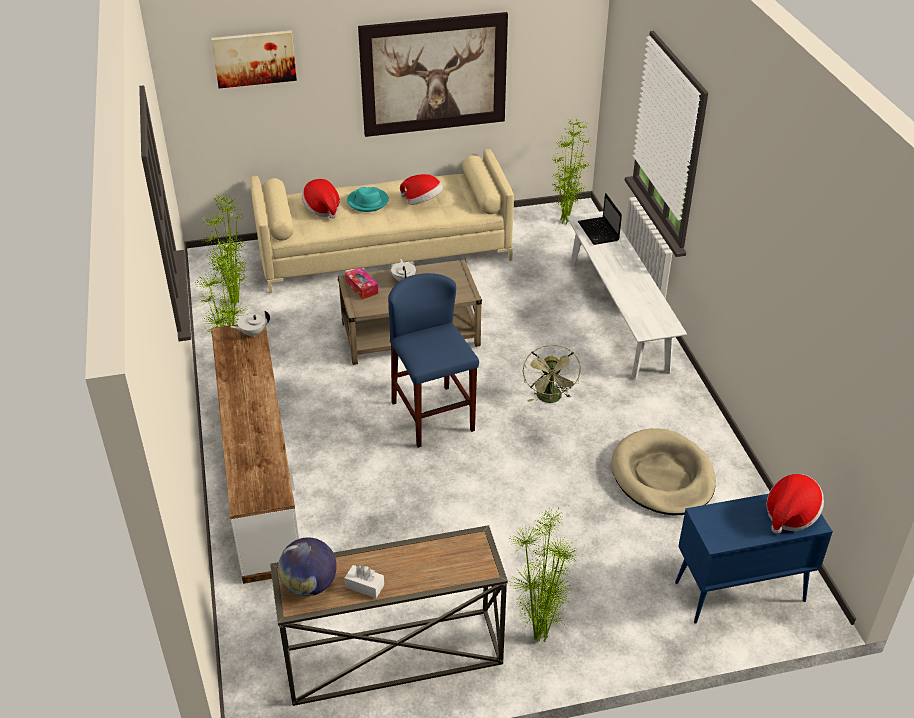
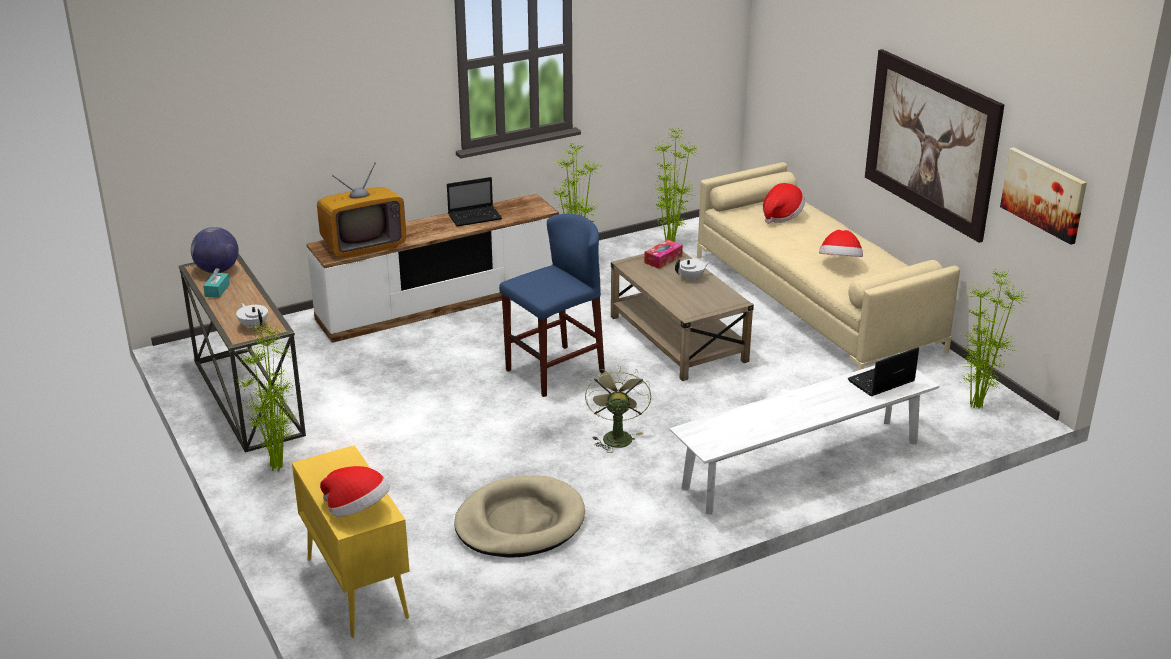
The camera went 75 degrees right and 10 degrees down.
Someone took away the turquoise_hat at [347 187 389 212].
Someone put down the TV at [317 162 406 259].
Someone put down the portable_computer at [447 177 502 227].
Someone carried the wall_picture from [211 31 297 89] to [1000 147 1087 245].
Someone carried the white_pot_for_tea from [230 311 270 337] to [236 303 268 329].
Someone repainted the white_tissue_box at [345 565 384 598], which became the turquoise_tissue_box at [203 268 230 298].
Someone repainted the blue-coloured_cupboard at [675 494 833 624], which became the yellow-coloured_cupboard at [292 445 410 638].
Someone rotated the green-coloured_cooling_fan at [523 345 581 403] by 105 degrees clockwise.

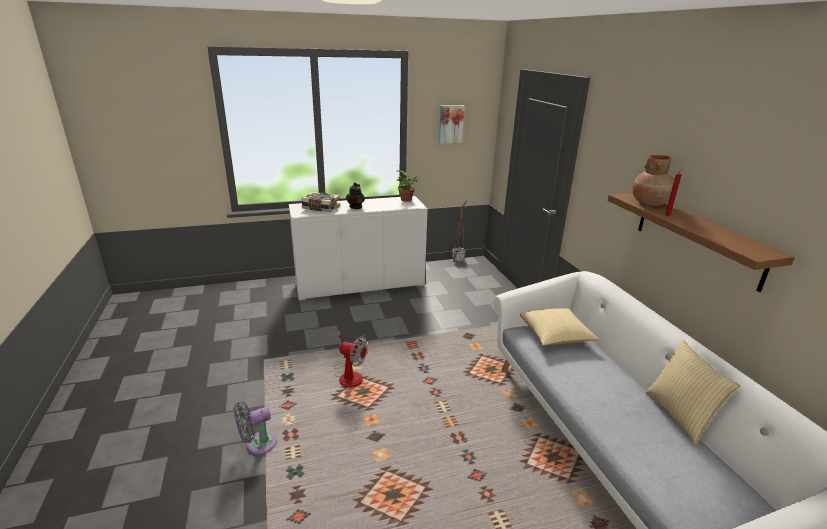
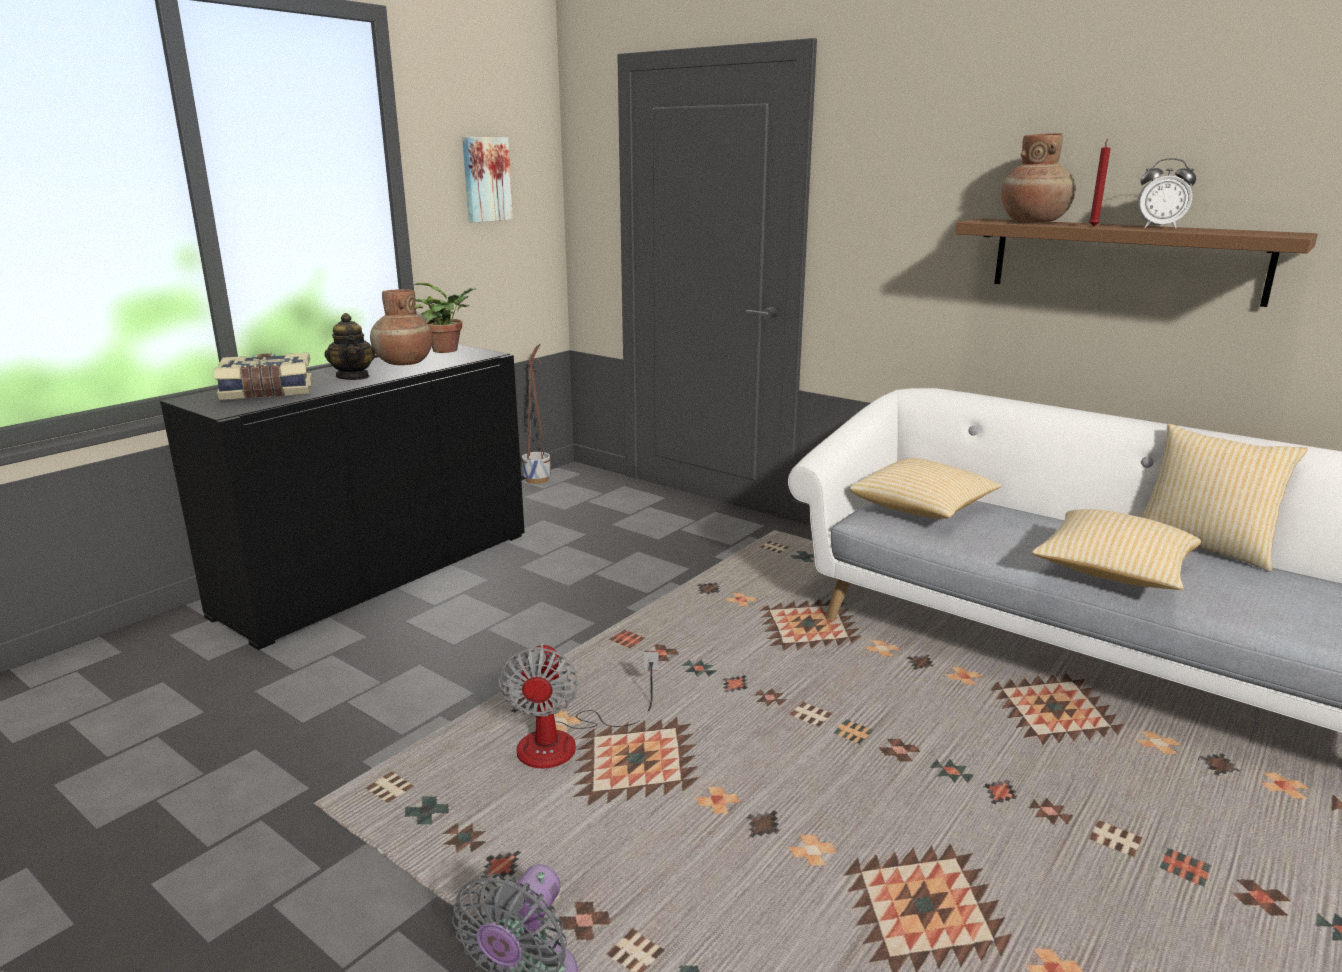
The camera went 35 degrees left and 5 degrees down.
Someone put down the brown_vase at [370 289 433 365].
Someone put down the throw_pillow at [1032 509 1201 590].
Someone put down the table_clock at [1137 158 1196 229].
Someone repainted the white_cupboard at [289 196 428 300], which became the blackish_cupboard at [160 344 525 650].
Someone rotated the cooling_fan at [334 330 368 388] by 105 degrees clockwise.

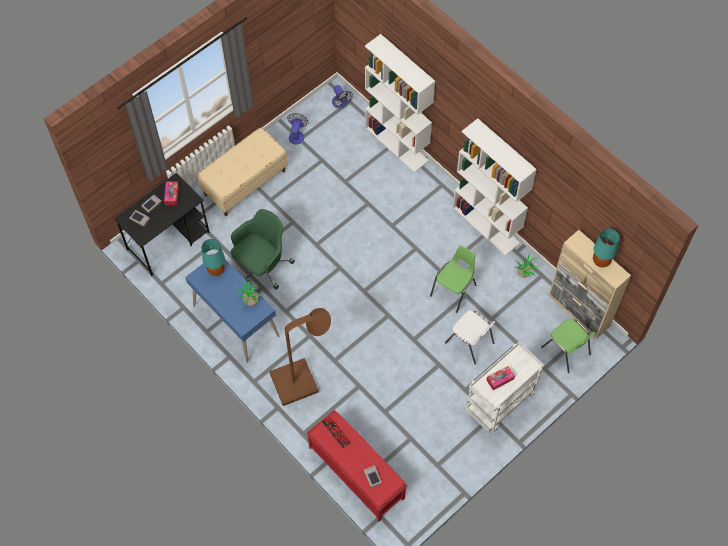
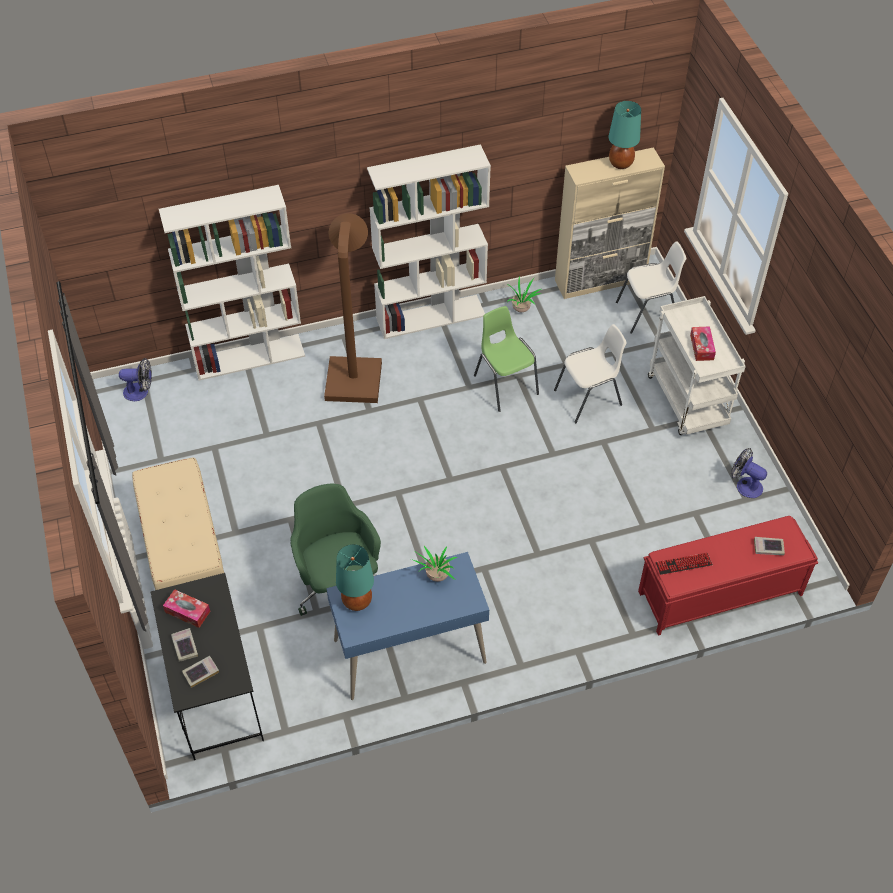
The camera went 65 degrees left and 10 degrees down.
Someone carried the brown_floor_lamp from [269 308 331 406] to [324 213 382 403].
Someone carried the cooling_fan from [287 113 308 145] to [731 448 767 498].
Someone repainted the green-coloured_upright_chair at [541 318 595 373], which became the white_upright_chair at [616 241 686 334].

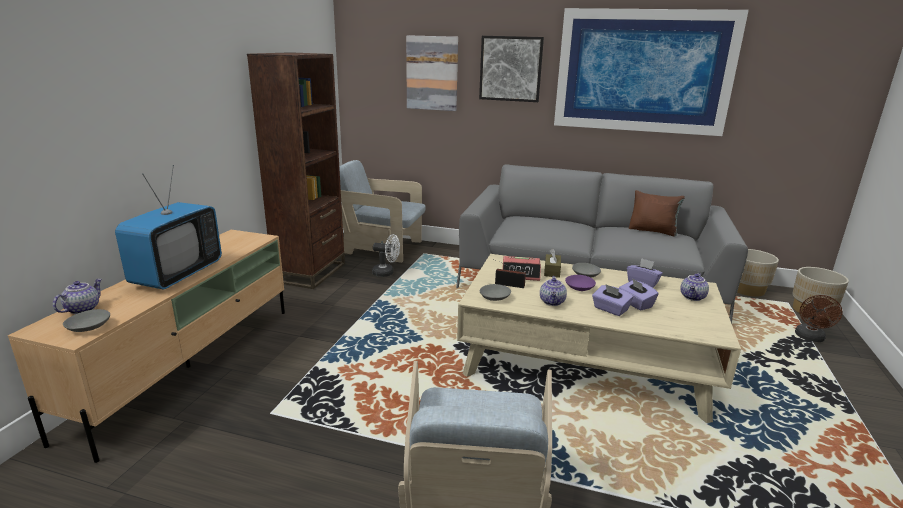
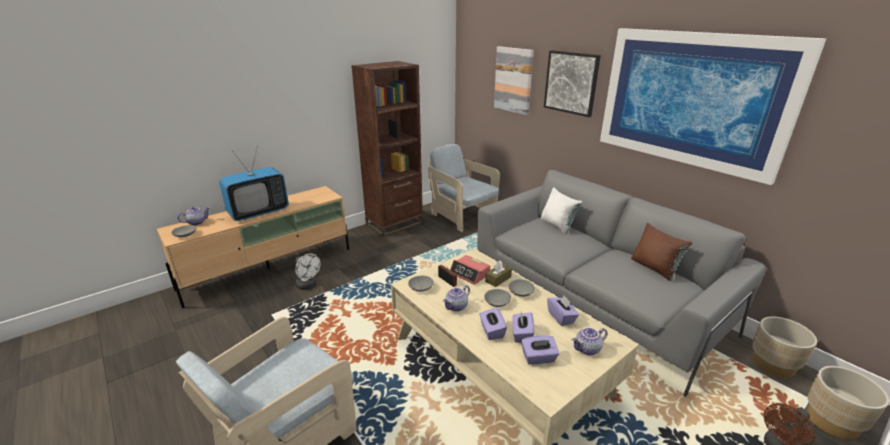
The camera went 35 degrees right and 5 degrees up.
Someone put down the purplish_tissue_box at [521 335 559 365].
Someone put down the white_throw_pillow at [541 187 582 234].
Someone carried the white_cooling_fan from [372 234 400 277] to [295 253 320 290].
Someone repainted the purplish_serving_bowl at [565 275 596 291], which became the grey_serving_bowl at [484 289 511 307].

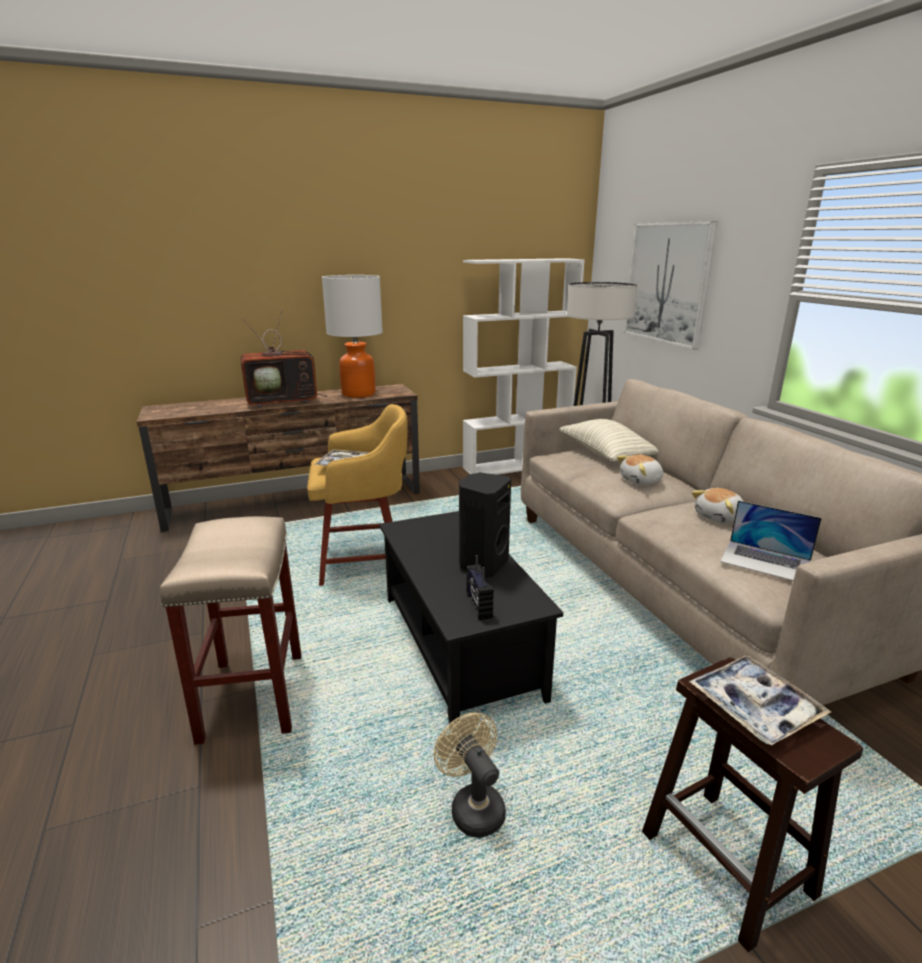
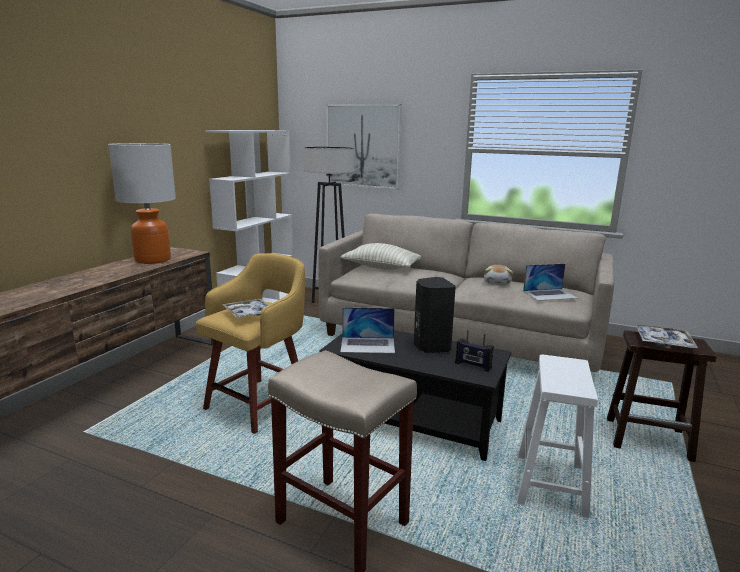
The camera went 45 degrees left and 5 degrees down.
Someone took away the TV at [240 310 327 407].
Someone took away the soft_toy at [617 455 663 486].
Someone put down the portable_computer at [340 307 395 353].
Someone swapped the beige-coloured_cooling_fan at [433 712 506 837] for the white_stool_seat at [517 354 598 518].

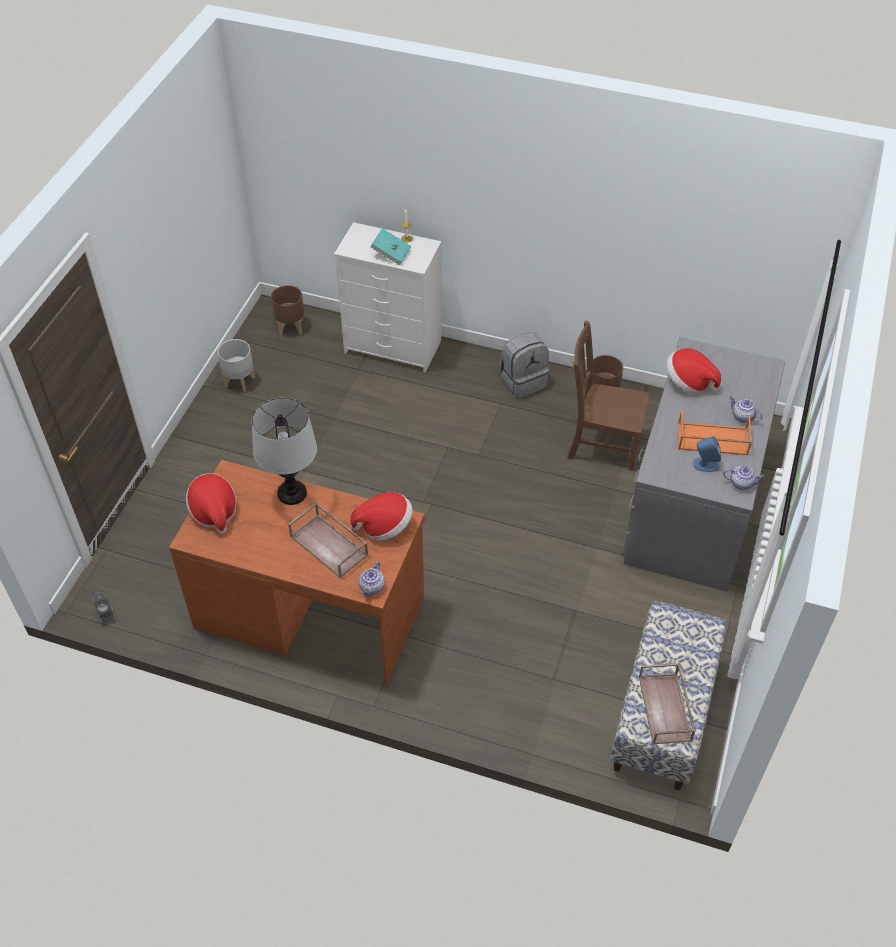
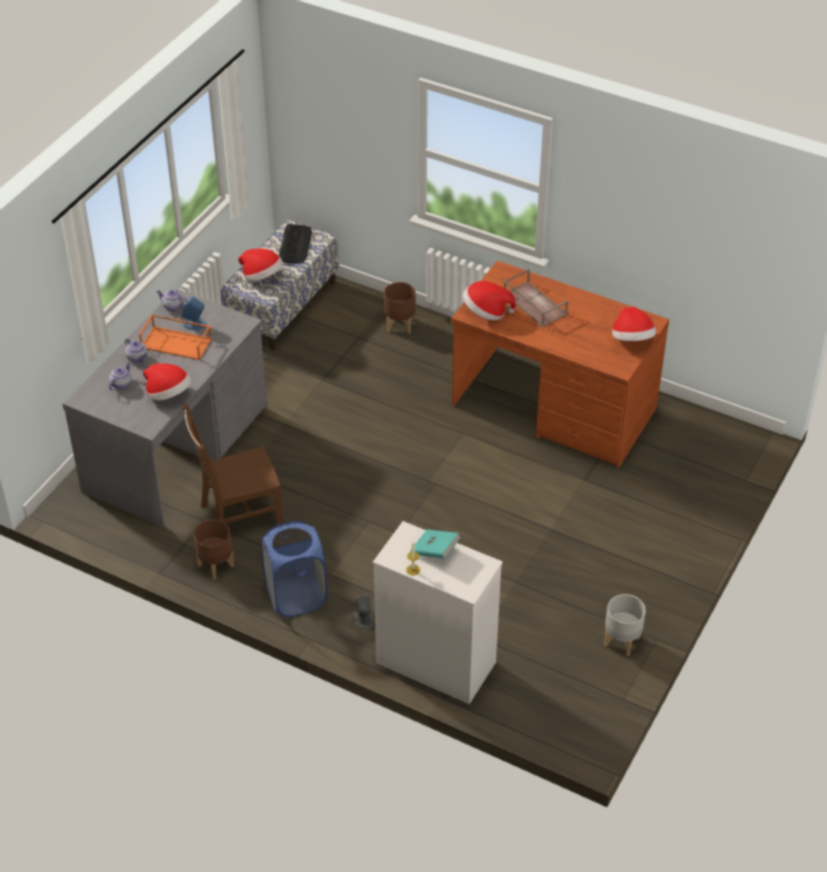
The camera went 170 degrees left and 5 degrees down.
Someone took away the tabletop_lamp at [252 398 317 505].
Someone put down the hat at [238 249 283 281].
Someone carried the grey_loudspeaker from [92 588 116 625] to [354 595 373 629].
Someone carried the brown_plant_pot from [271 285 304 336] to [384 282 416 334].
Someone carried the pot_for_tea from [359 562 385 597] to [109 362 132 390].
Someone swapped the grey_rucksack at [500 332 549 398] for the blue-coloured_washing_basket at [261 521 328 617].
Someone swapped the brown_carrying_tray at [639 663 696 745] for the computer_keyboard at [279 224 312 263].
Someone rotated the brown_upright_chair at [568 320 649 471] by 135 degrees clockwise.

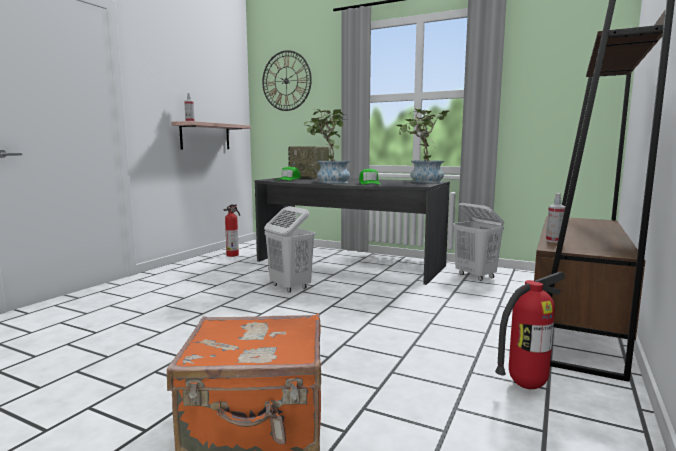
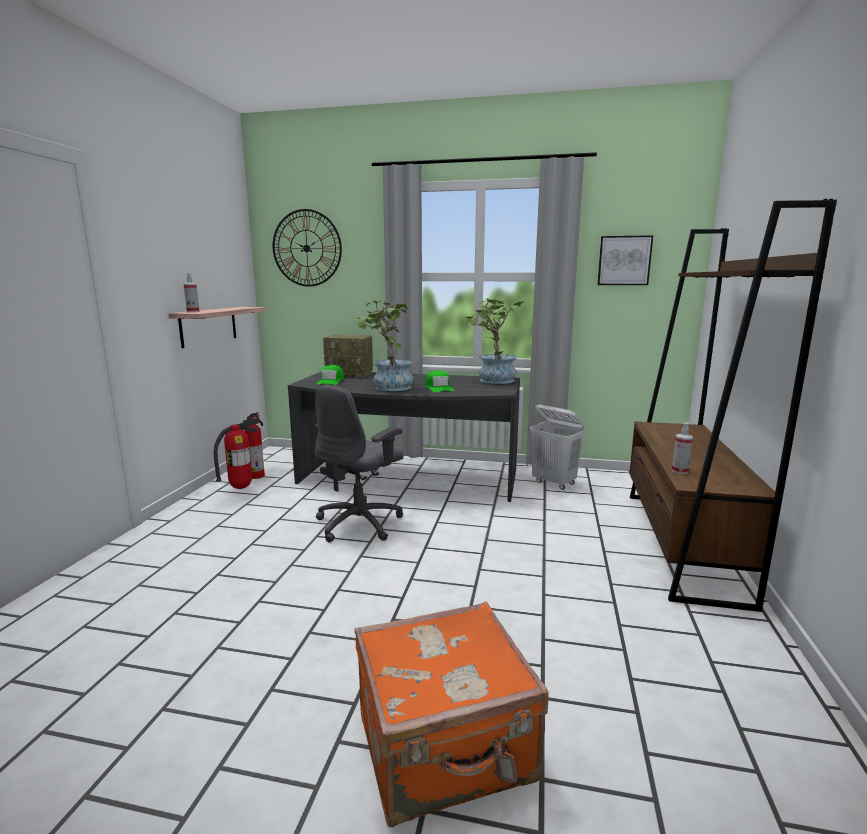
The camera went 15 degrees left and 5 degrees up.
Someone put up the wall_picture at [597 235 653 285].
Someone carried the fire-fighting_cylinder from [495 271 565 389] to [214 418 260 489].
Someone swapped the white_washing_basket at [264 206 315 292] for the grey_office_chair at [315 385 403 542].

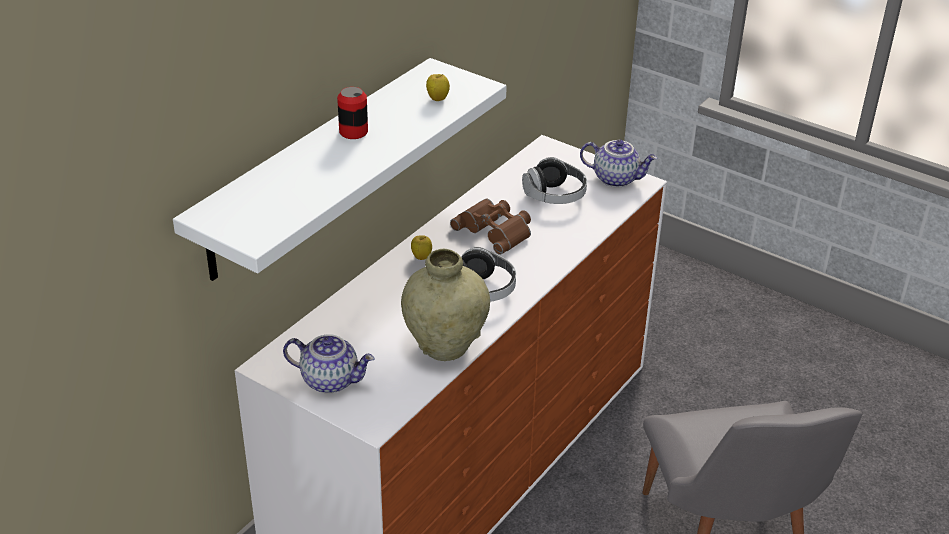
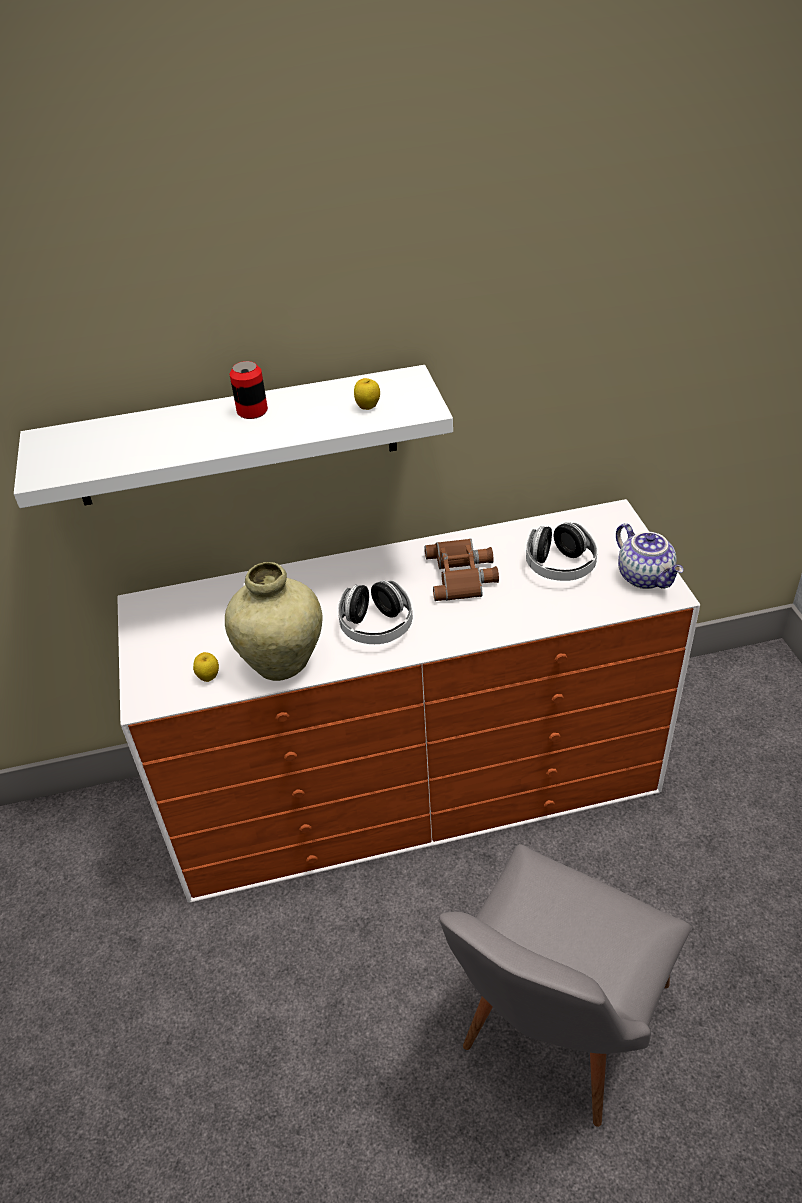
The camera went 45 degrees right and 5 degrees up.
Someone took away the pot_for_tea at [283 334 374 394].
Someone carried the apple from [411 235 432 260] to [193 652 219 682].

